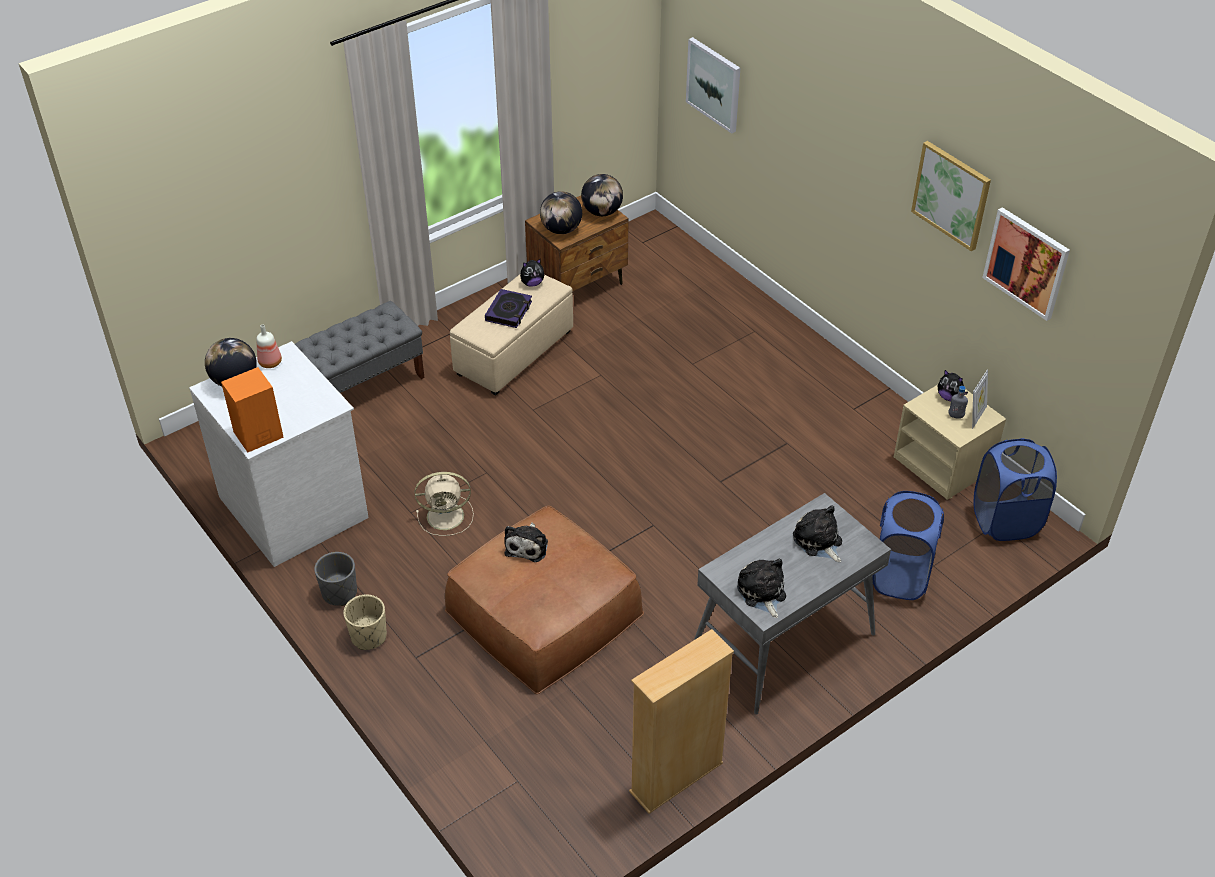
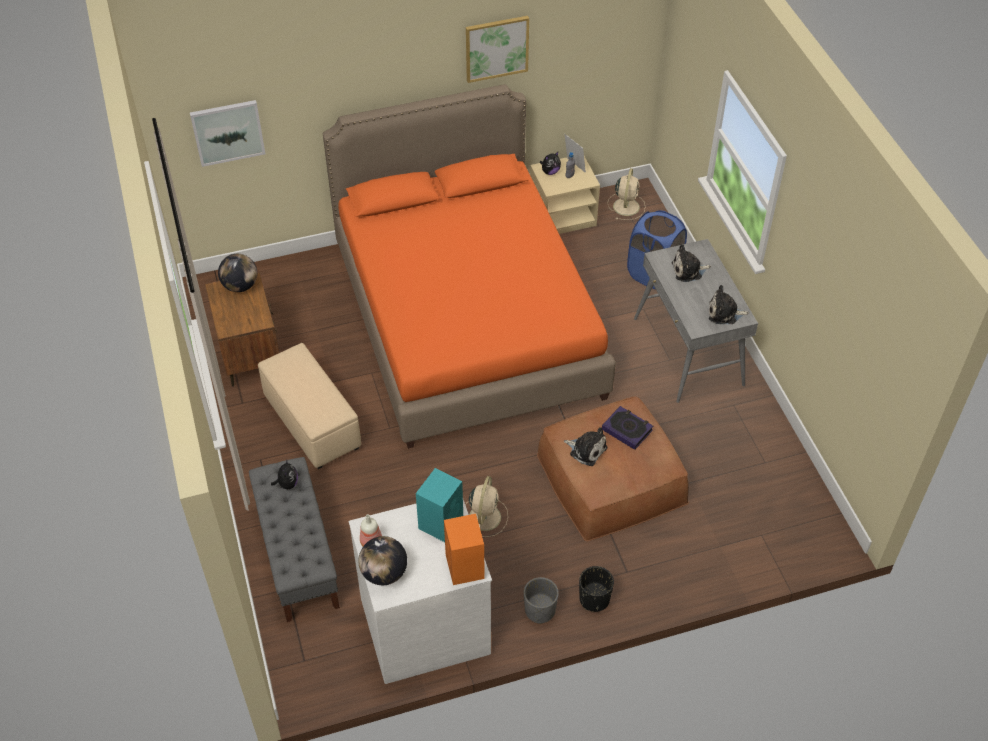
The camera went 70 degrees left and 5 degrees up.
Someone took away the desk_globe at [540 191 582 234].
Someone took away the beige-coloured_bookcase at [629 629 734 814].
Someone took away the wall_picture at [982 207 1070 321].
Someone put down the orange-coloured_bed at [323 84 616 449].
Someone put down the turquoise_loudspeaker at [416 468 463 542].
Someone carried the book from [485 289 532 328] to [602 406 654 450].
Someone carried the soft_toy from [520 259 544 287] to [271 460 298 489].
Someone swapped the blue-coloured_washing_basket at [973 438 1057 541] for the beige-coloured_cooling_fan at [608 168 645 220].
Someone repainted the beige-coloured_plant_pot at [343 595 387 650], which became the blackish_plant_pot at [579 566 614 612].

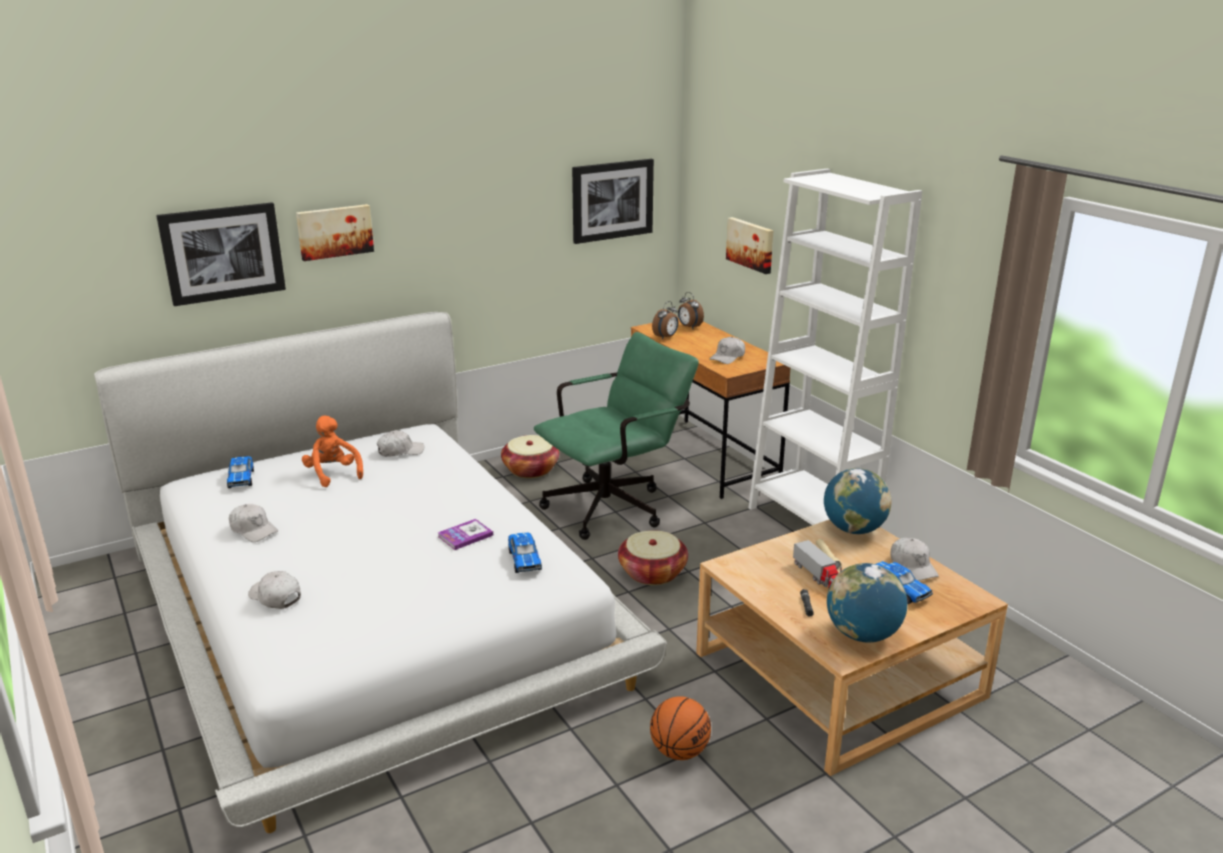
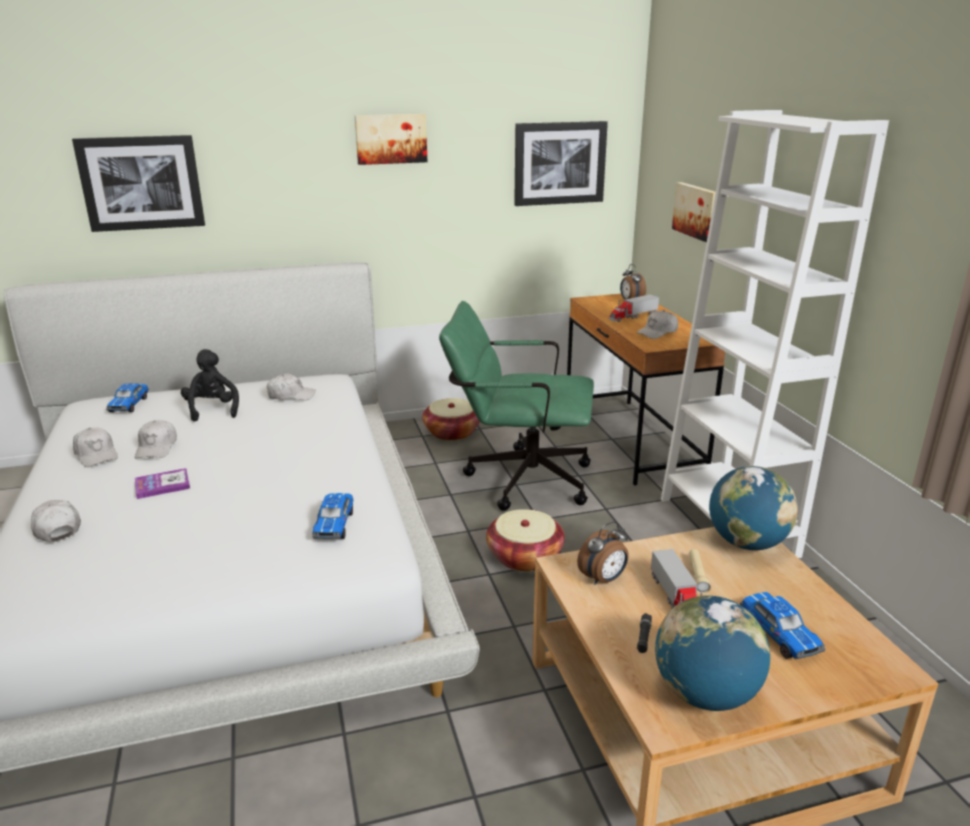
The camera went 15 degrees right and 0 degrees up.
Someone took away the basketball at [650 696 711 760].
Someone put down the toy_lorry at [609 294 659 322].
Someone carried the wall_picture from [296 204 374 261] to [355 114 427 165].
Someone carried the book from [437 519 493 550] to [135 468 190 499].
Someone carried the table_clock from [652 301 679 340] to [577 521 629 585].
Someone carried the white_cap from [890 538 939 581] to [135 420 177 458].
Someone repainted the orange-coloured_soft_toy at [302 415 363 487], which became the blackish_soft_toy at [181 349 239 422].
Someone rotated the green-coloured_office_chair at [534 332 699 540] by 150 degrees counterclockwise.

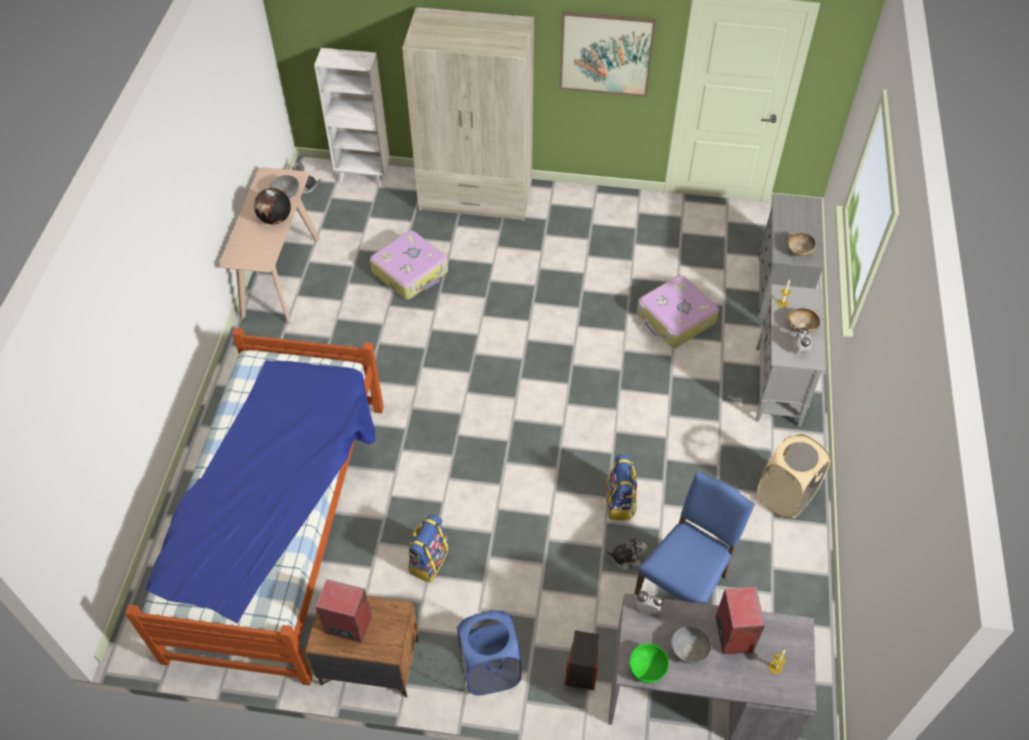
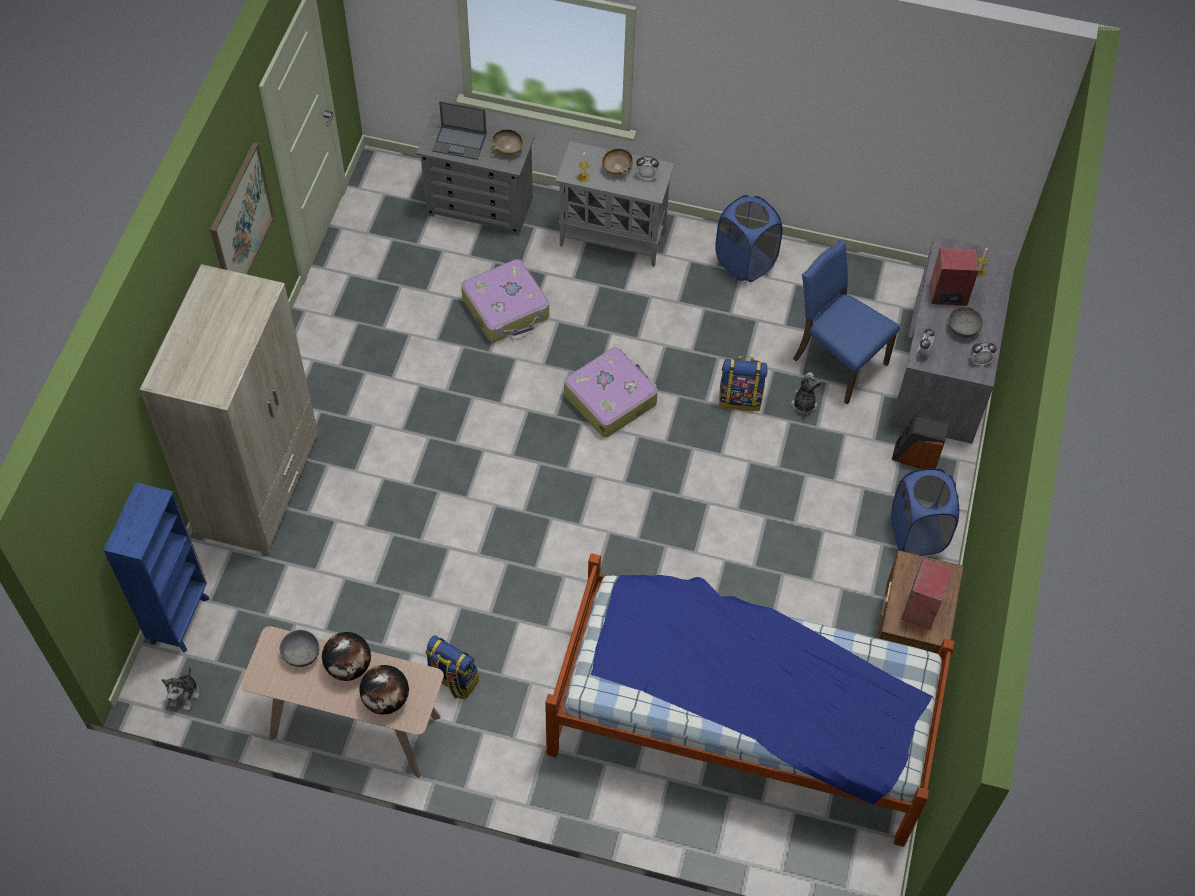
The camera went 85 degrees left and 5 degrees up.
Someone put down the desk_globe at [360 665 409 715].
Someone put down the portable_computer at [432 101 487 160].
Someone carried the travel_case from [370 230 448 300] to [564 347 658 437].
Someone carried the rucksack from [407 514 449 582] to [425 635 479 699].
Someone swapped the green-coloured_serving_bowl at [629 643 669 683] for the table_clock at [970 342 997 365].
Someone repainted the white_bookcase at [314 48 390 186], which became the blue-coloured_bookcase at [104 482 209 653].
Someone repainted the beige-coloured_washing_basket at [757 434 830 519], which became the blue-coloured_washing_basket at [715 195 783 282].

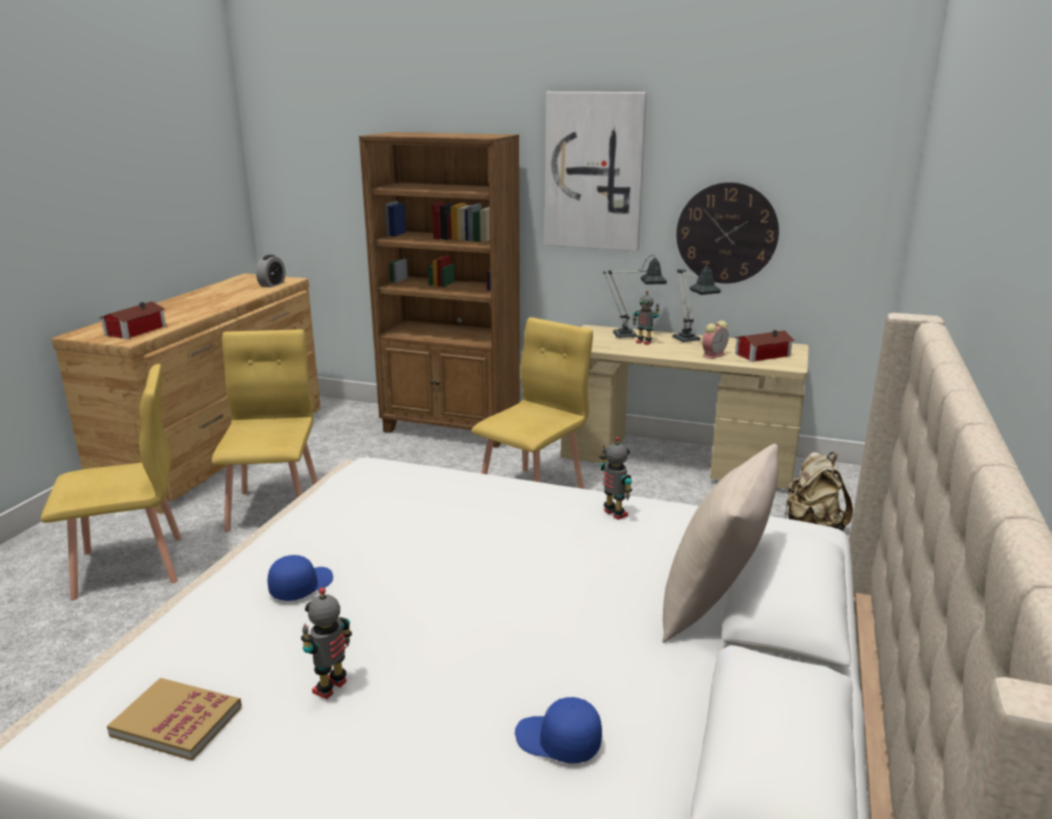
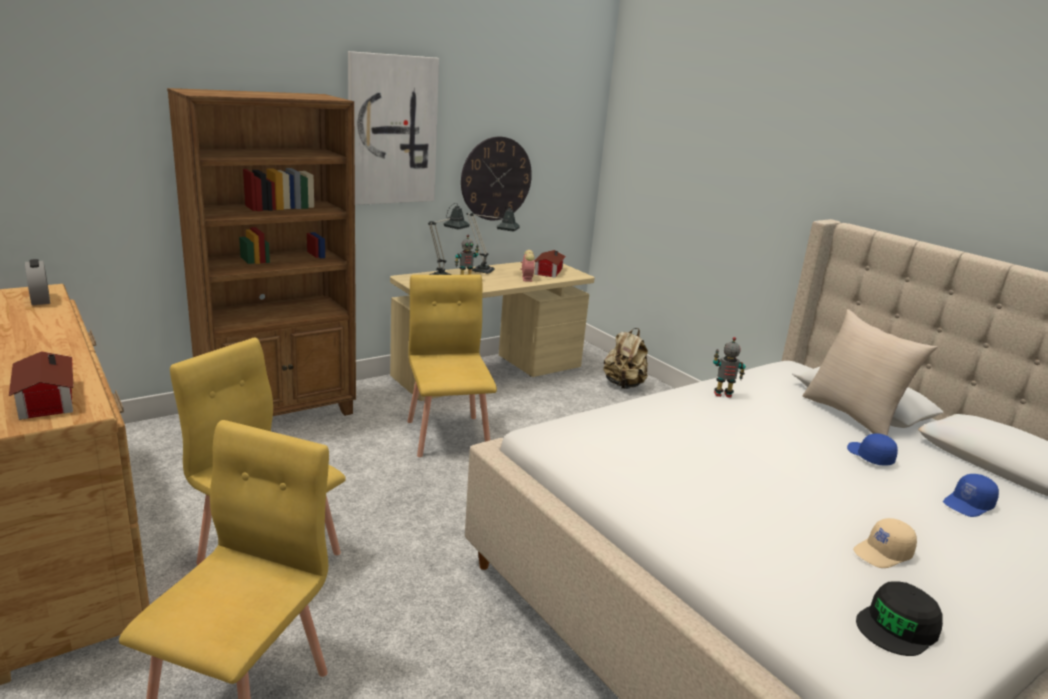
The camera went 55 degrees left and 0 degrees up.
Someone carried the blue-coloured_cap from [267 555 333 601] to [847 434 898 465].
Someone swapped the book at [107 678 242 761] for the blackish_cap at [856 581 943 656].
Someone swapped the robot_figure at [301 587 352 699] for the beige-coloured_cap at [853 518 917 568].

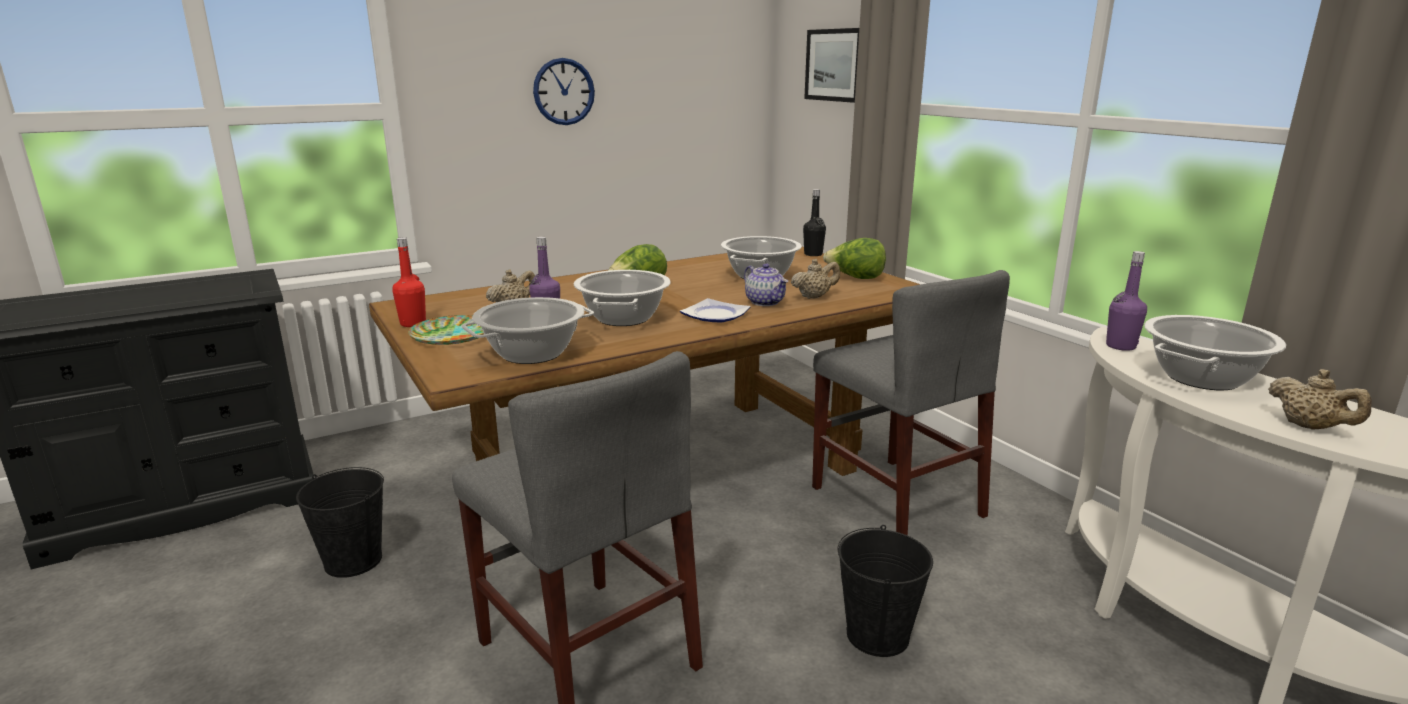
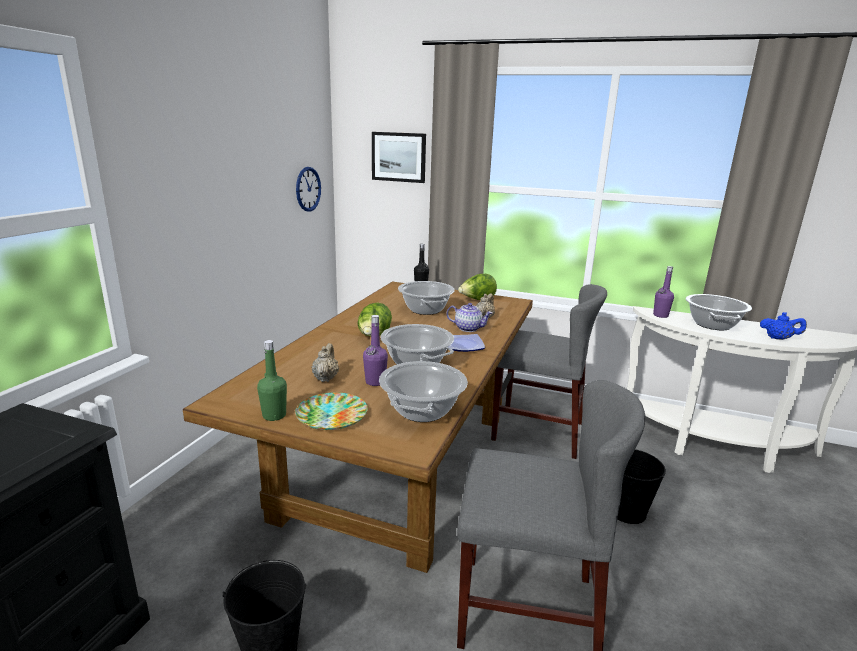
The camera went 40 degrees left and 0 degrees up.
Someone carried the wall_clock from [533 58 595 125] to [296 167 321 212].
Someone repainted the red_drink_bottle at [393 237 426 327], which became the green-coloured_drink_bottle at [257 340 287 421].
Someone repainted the beige-coloured_pot_for_tea at [1268 369 1372 430], which became the blue-coloured_pot_for_tea at [760 312 807 340].

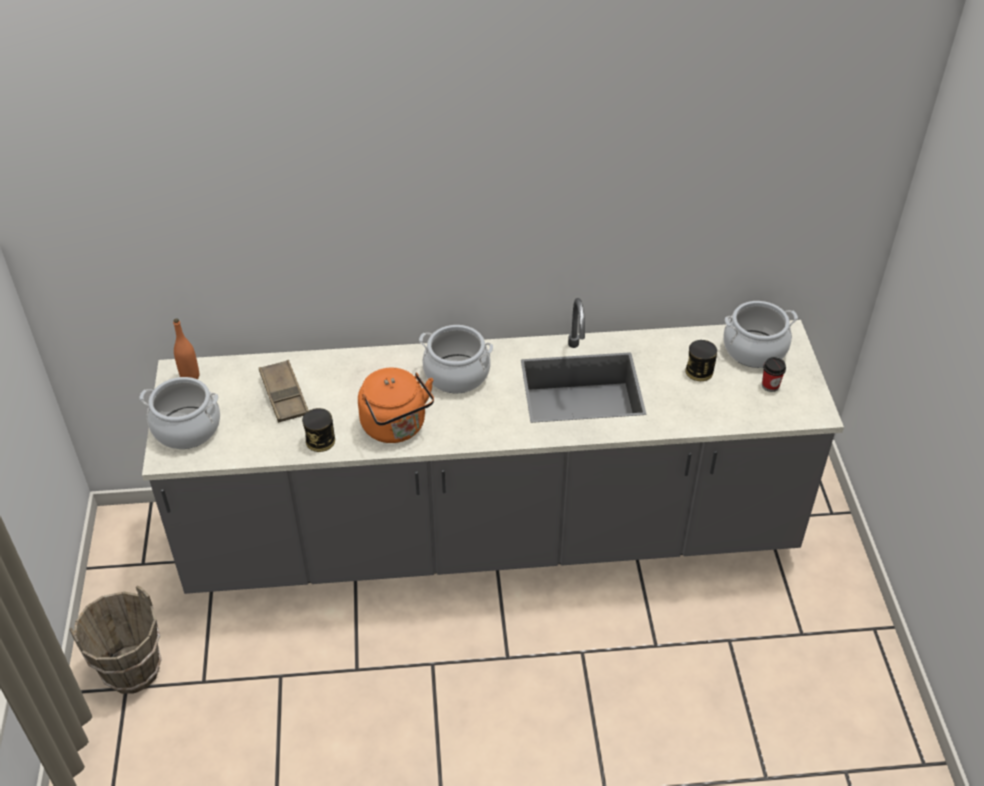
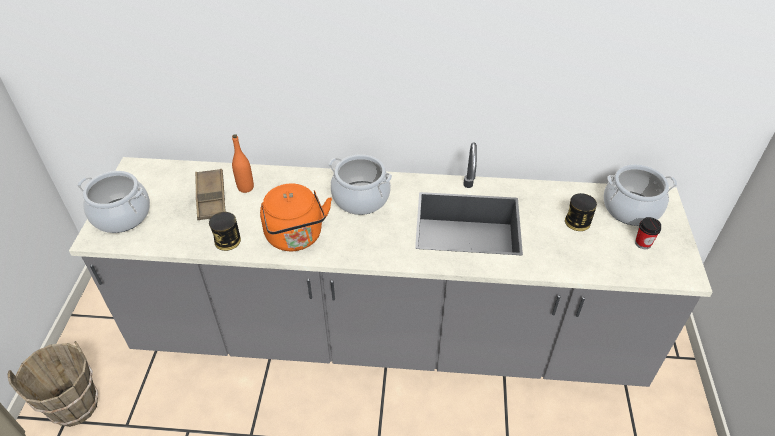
The camera went 10 degrees right and 0 degrees up.
Someone carried the orange-coloured_drink_bottle from [173 318 199 379] to [232 134 254 193].

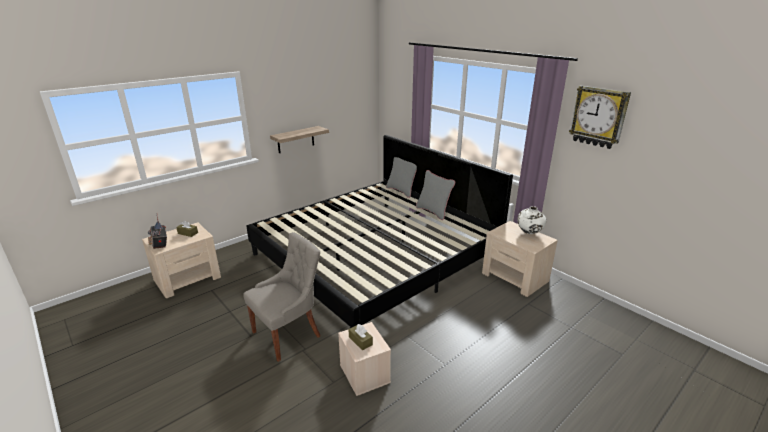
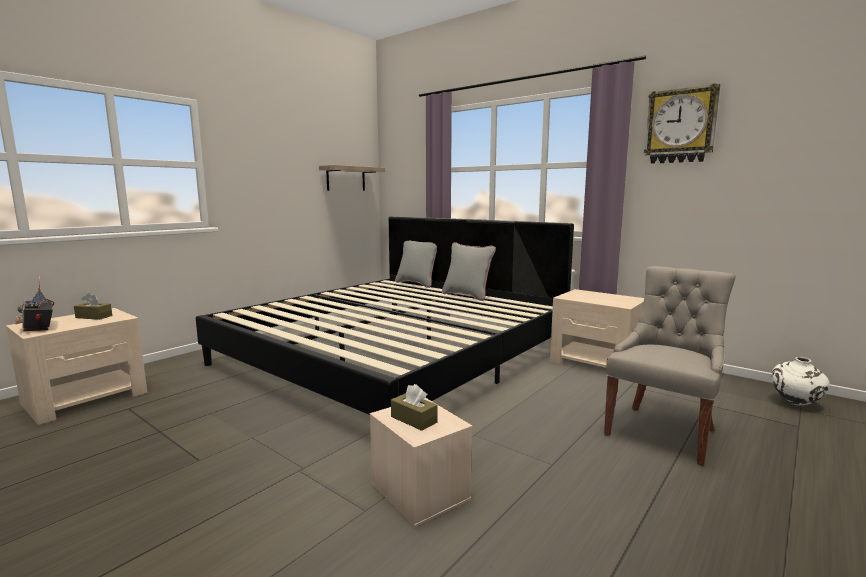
The camera went 10 degrees left and 15 degrees down.
Someone carried the grey_upright_chair from [243 232 320 362] to [604 266 736 466].
Someone carried the shelf from [270 126 329 153] to [319 165 385 191].
Someone carried the white_vase from [518 206 547 234] to [772 357 830 405].

